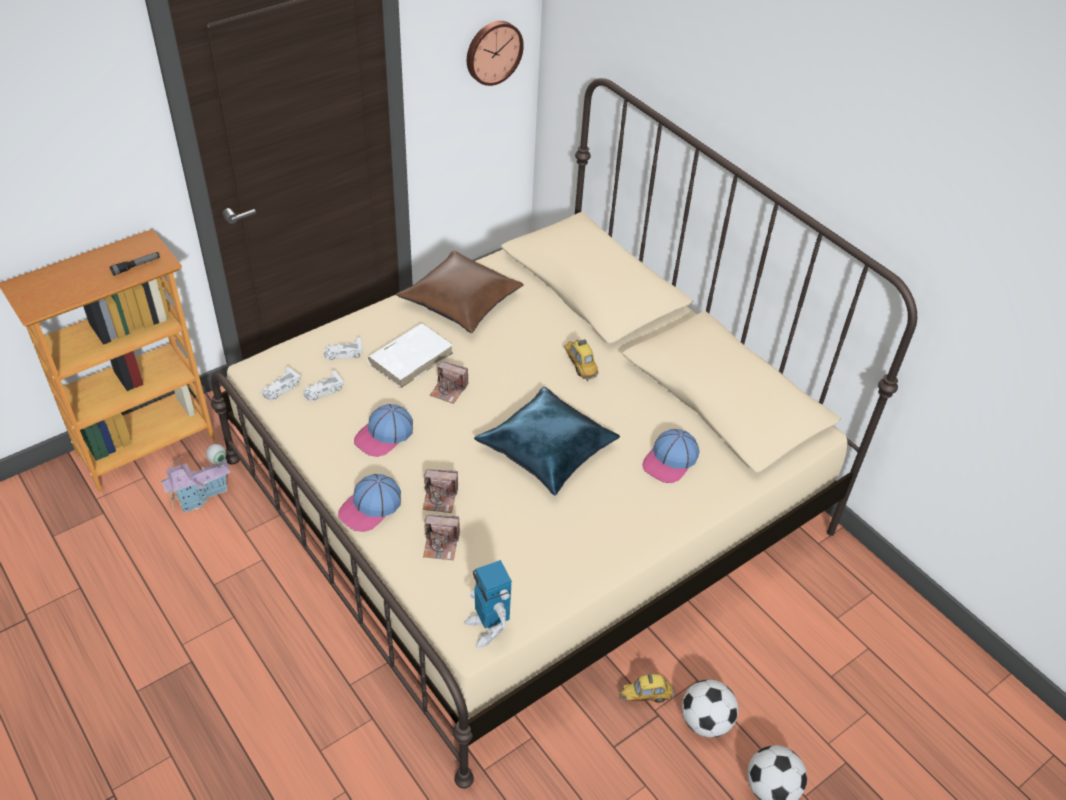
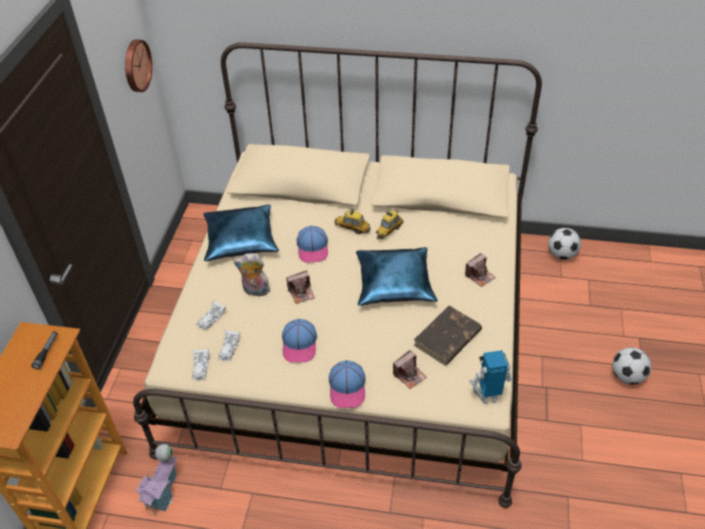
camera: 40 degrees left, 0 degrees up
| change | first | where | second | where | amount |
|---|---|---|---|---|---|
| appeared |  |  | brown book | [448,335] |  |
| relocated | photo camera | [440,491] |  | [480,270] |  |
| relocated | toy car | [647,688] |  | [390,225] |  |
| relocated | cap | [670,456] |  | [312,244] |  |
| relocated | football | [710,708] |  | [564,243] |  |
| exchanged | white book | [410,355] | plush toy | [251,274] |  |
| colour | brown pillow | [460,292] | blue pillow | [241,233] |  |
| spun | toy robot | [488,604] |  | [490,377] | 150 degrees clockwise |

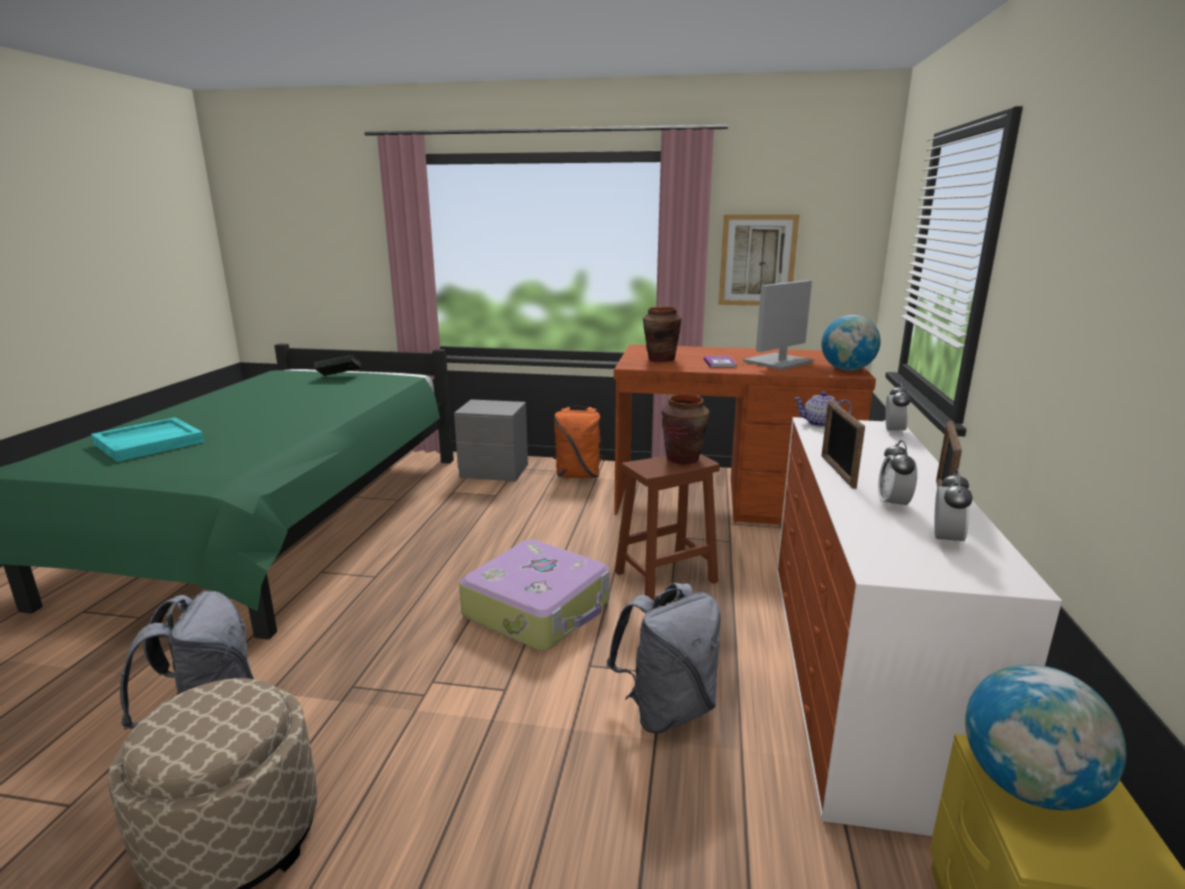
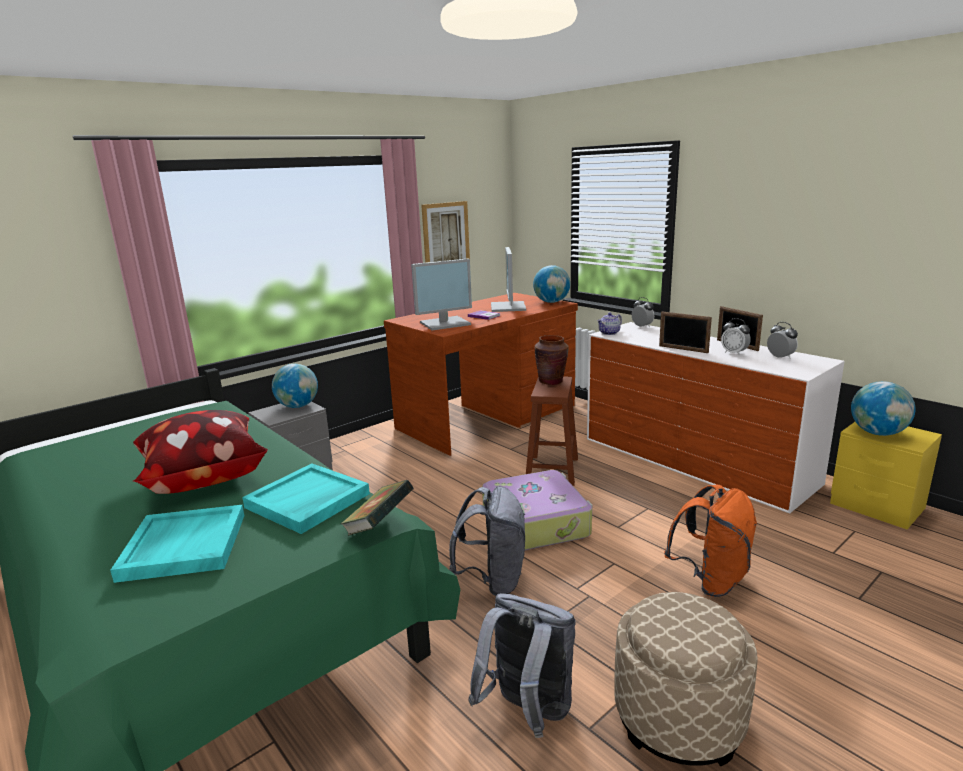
camera: 50 degrees left, 0 degrees up
| change | first | where | second | where | amount |
|---|---|---|---|---|---|
| appeared |  |  | pillow | [200,452] |  |
| appeared |  |  | turquoise tray | [306,498] |  |
| appeared |  |  | globe | [295,386] |  |
| relocated | book | [337,365] |  | [377,507] |  |
| relocated | orange backpack | [578,441] |  | [710,540] |  |
| relocated | grey backpack | [664,658] |  | [487,541] |  |
| exchanged | brown vase | [662,334] | monitor | [441,294] |  |

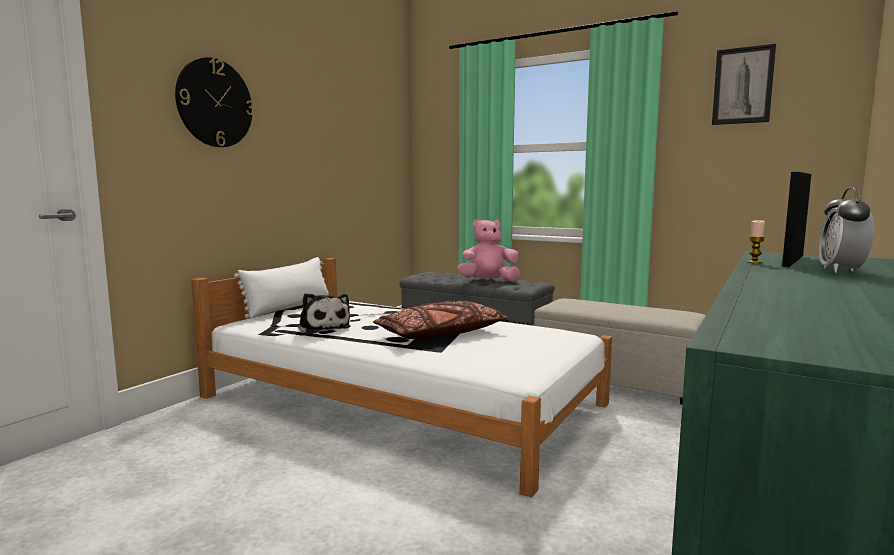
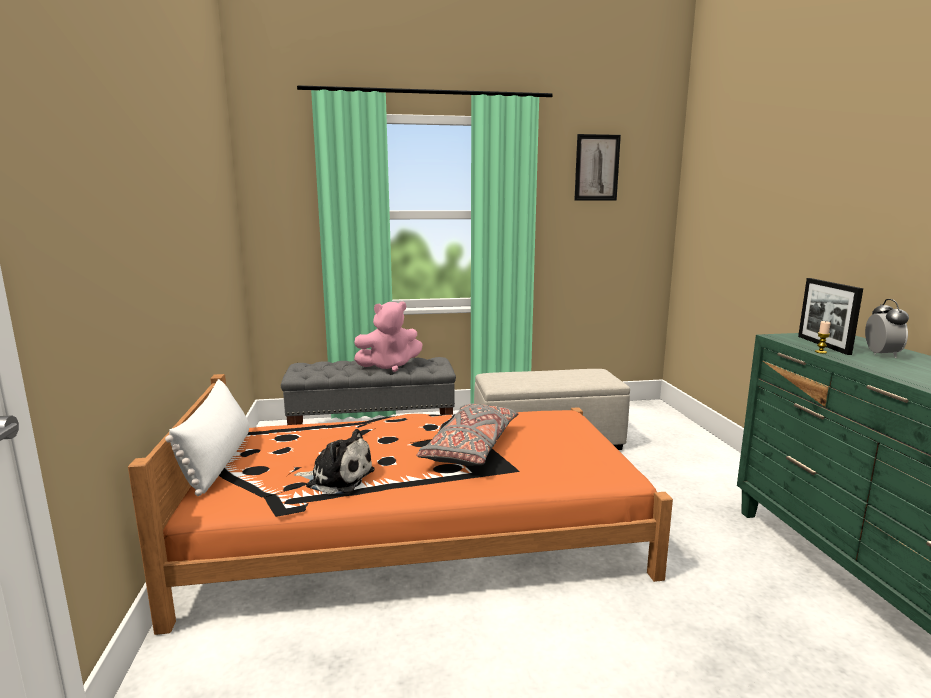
camera: 40 degrees left, 5 degrees up
| change | first | where | second | where | amount |
|---|---|---|---|---|---|
| missing | wall clock | [214,102] |  |  |  |
| colour | white bed | [401,378] | orange bed | [400,504] |  |
| colour | brown pillow | [440,320] | grey pillow | [467,435] |  |
| spun | pink plush toy | [488,250] |  | [388,336] | 150 degrees counterclockwise |
| spun | alarm clock | [846,230] |  | [887,328] | 150 degrees counterclockwise |

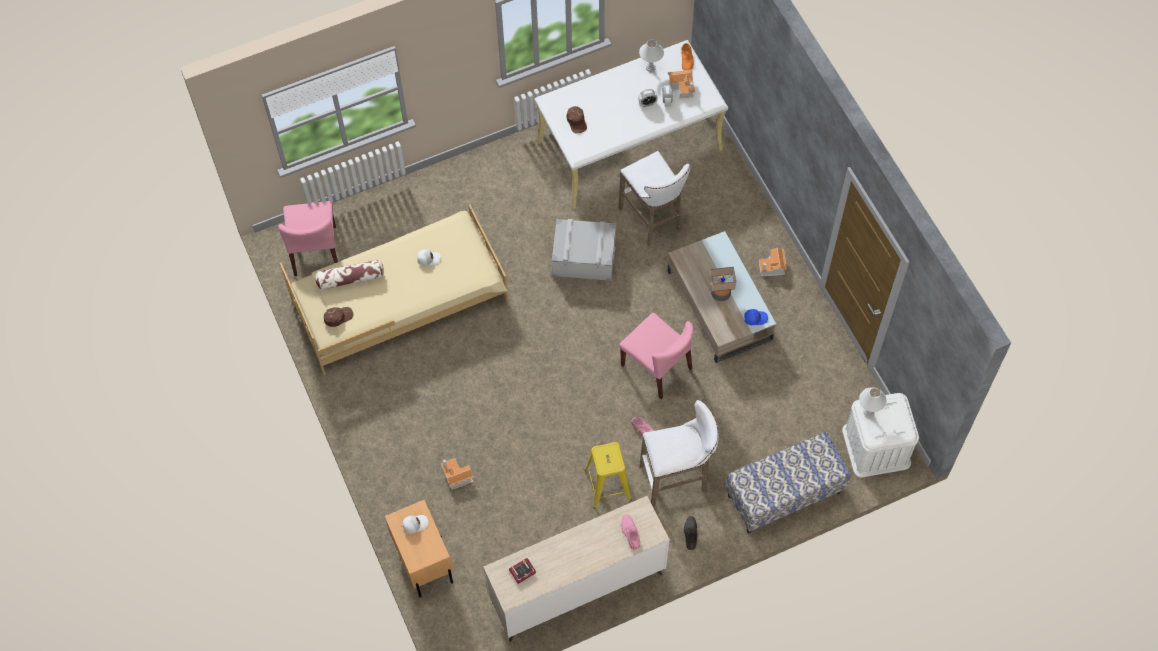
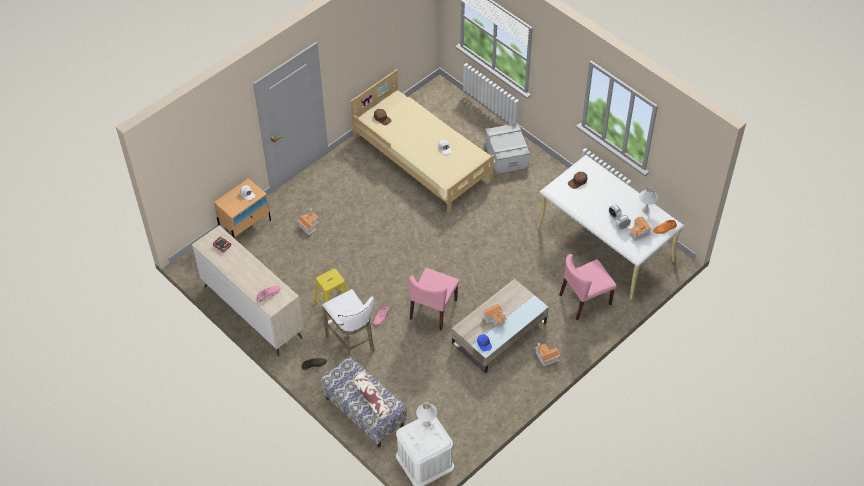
camera: 70 degrees right, 10 degrees down
| change | first | where | second | where | amount |
|---|---|---|---|---|---|
| missing | white stool | [654,198] |  |  |  |
| relocated | pink chair | [308,238] |  | [588,287] |  |
| relocated | pillow | [349,275] |  | [372,396] |  |
| relocated | grey storage box | [584,250] |  | [507,148] |  |
| exchanged | table lamp | [723,284] | toy house | [494,315] |  |

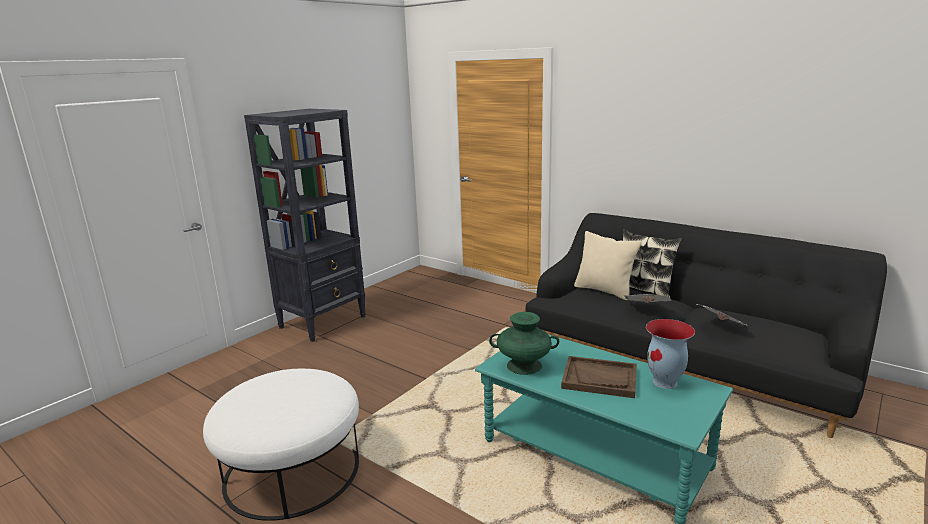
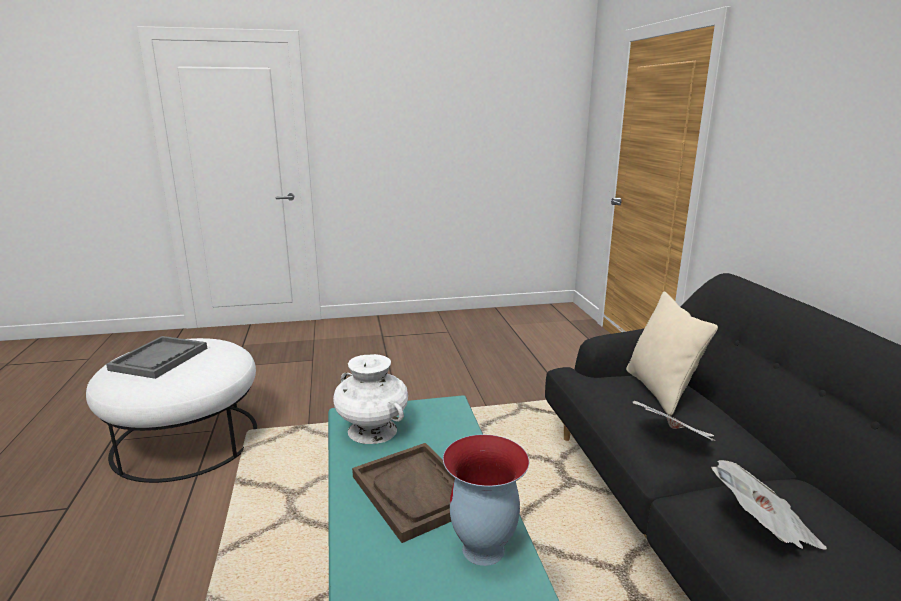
camera: 40 degrees right, 0 degrees up
| change | first | where | second | where | amount |
|---|---|---|---|---|---|
| missing | black bookcase | [305,225] |  |  |  |
| missing | pillow | [652,263] |  |  |  |
| appeared |  |  | grey tray | [156,357] |  |
| colour | green vase | [524,343] | white vase | [370,399] |  |

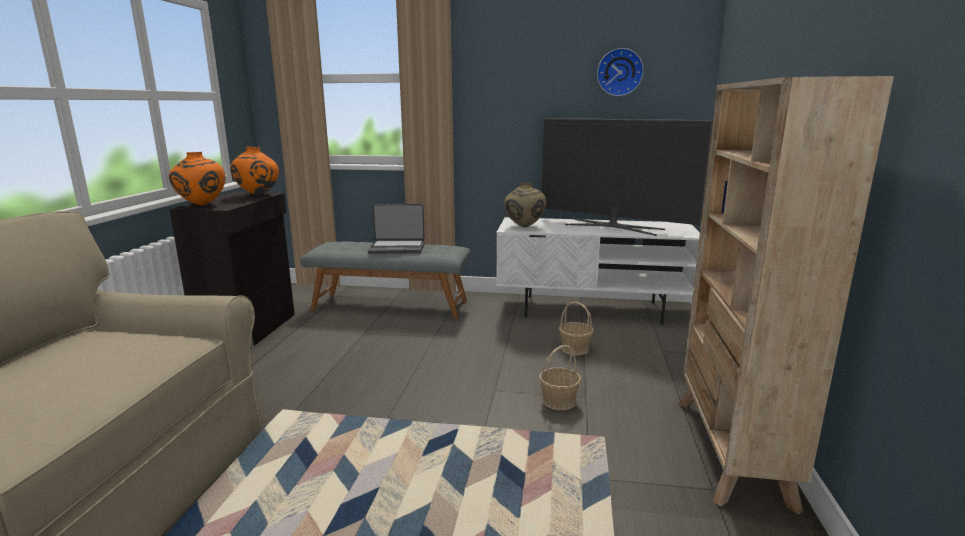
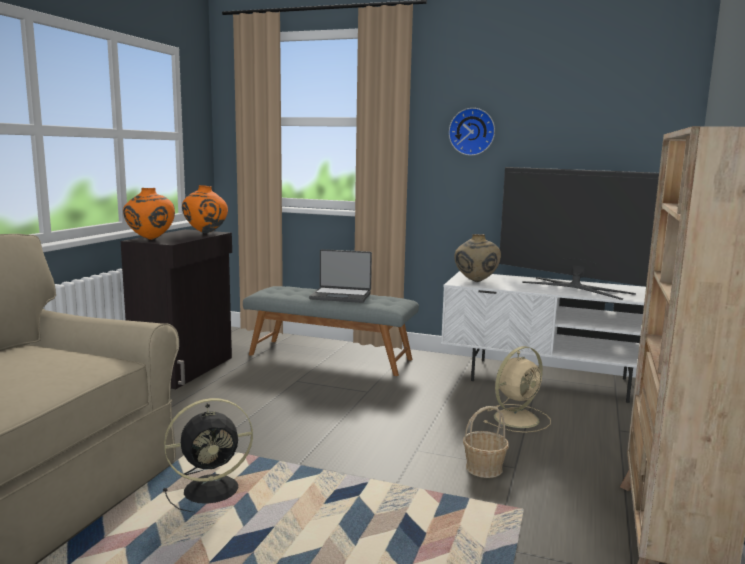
camera: 10 degrees right, 5 degrees down
| change | first | where | second | where | amount |
|---|---|---|---|---|---|
| appeared |  |  | black fan | [208,455] |  |
| relocated | wall clock | [620,72] |  | [472,132] |  |
| exchanged | basket | [576,328] | beige fan | [517,389] |  |

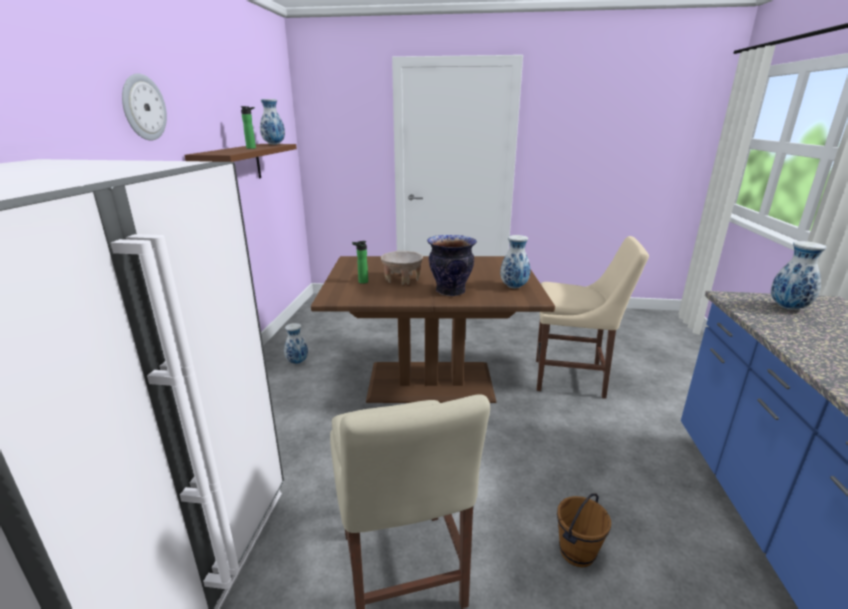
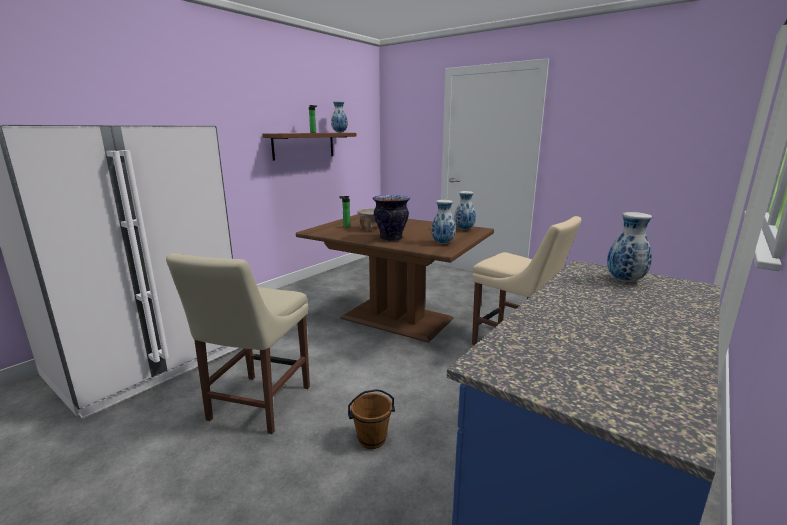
camera: 30 degrees right, 5 degrees down
| change | first | where | second | where | amount |
|---|---|---|---|---|---|
| missing | wall clock | [144,107] |  |  |  |
| relocated | vase | [296,343] |  | [465,210] |  |

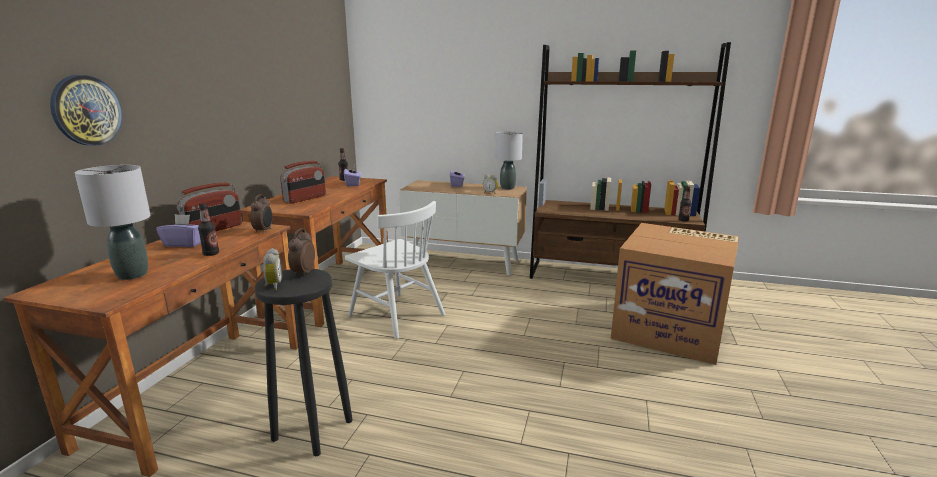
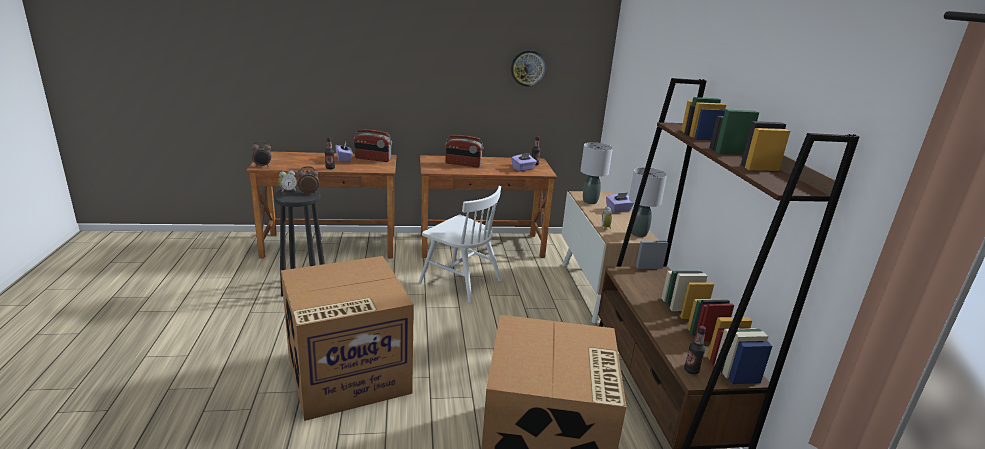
camera: 65 degrees right, 5 degrees up
| change | first | where | second | where | amount |
|---|---|---|---|---|---|
| appeared |  |  | cardboard box | [347,338] |  |
| relocated | wall clock | [86,110] |  | [528,68] |  |
| relocated | grey table lamp | [113,222] |  | [597,173] |  |
| relocated | alarm clock | [261,214] |  | [261,154] |  |
| spun | white chair | [395,270] |  | [460,244] | 75 degrees counterclockwise |

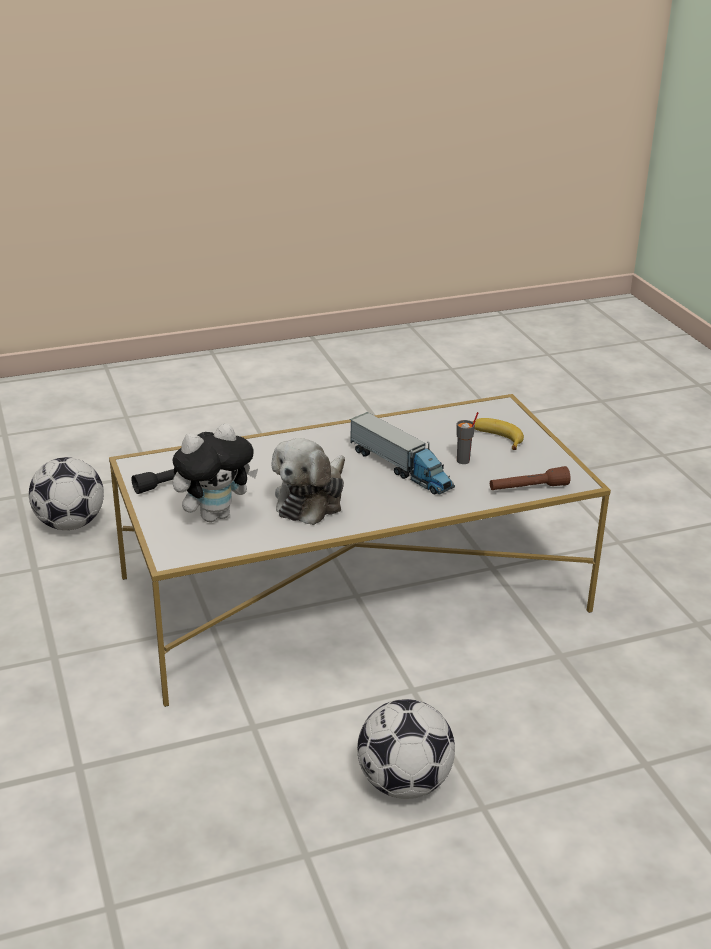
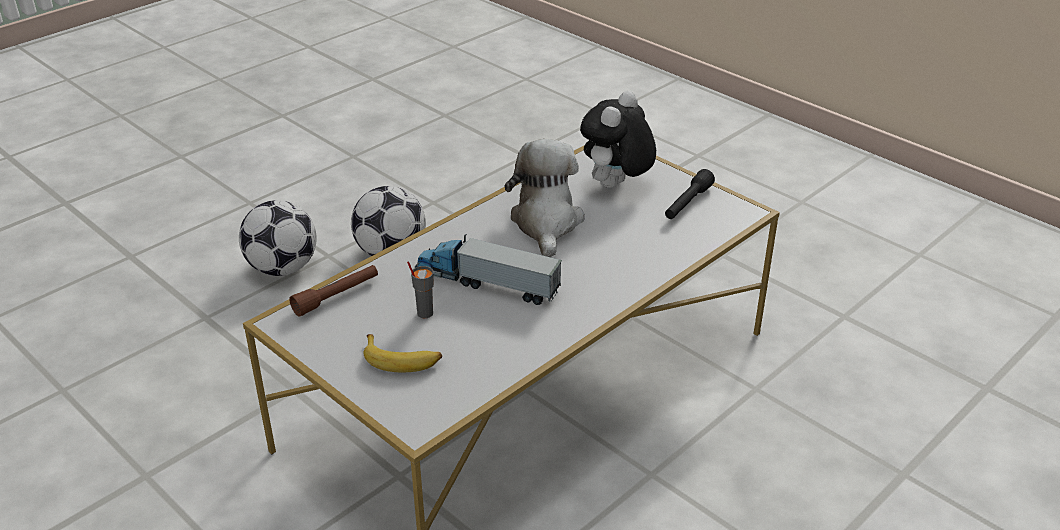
camera: 155 degrees right, 5 degrees up
| change | first | where | second | where | amount |
|---|---|---|---|---|---|
| relocated | football | [66,493] |  | [278,238] |  |

